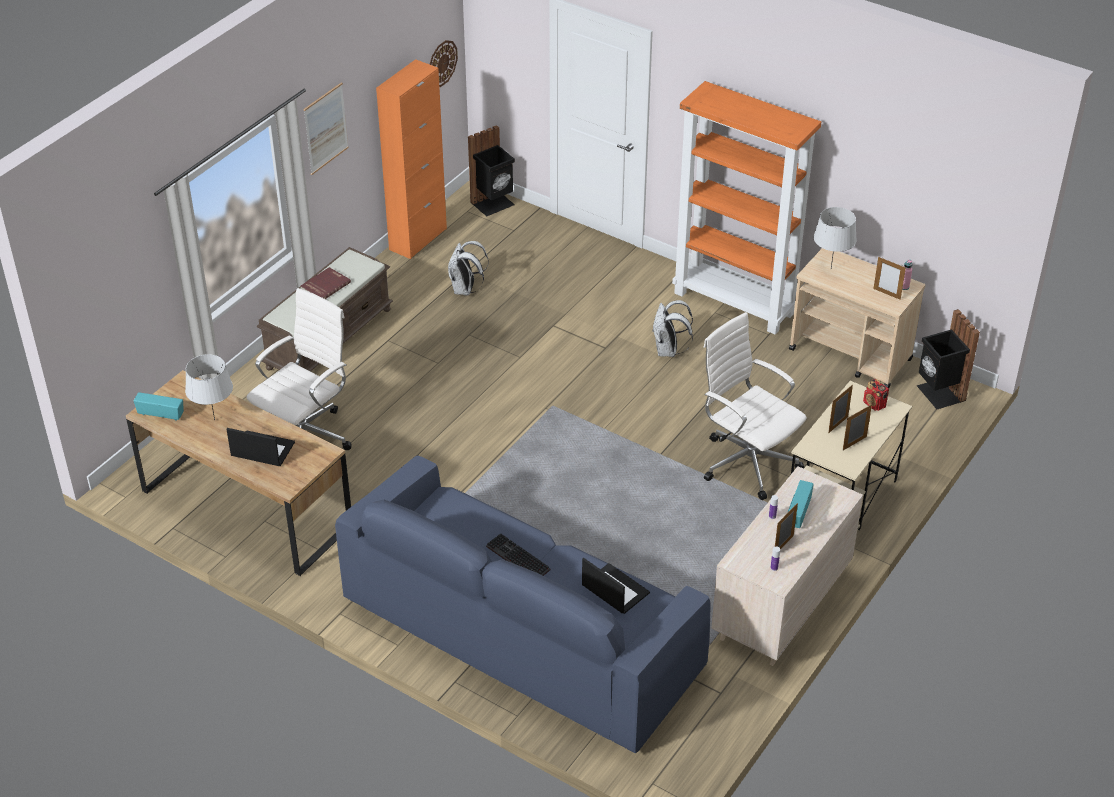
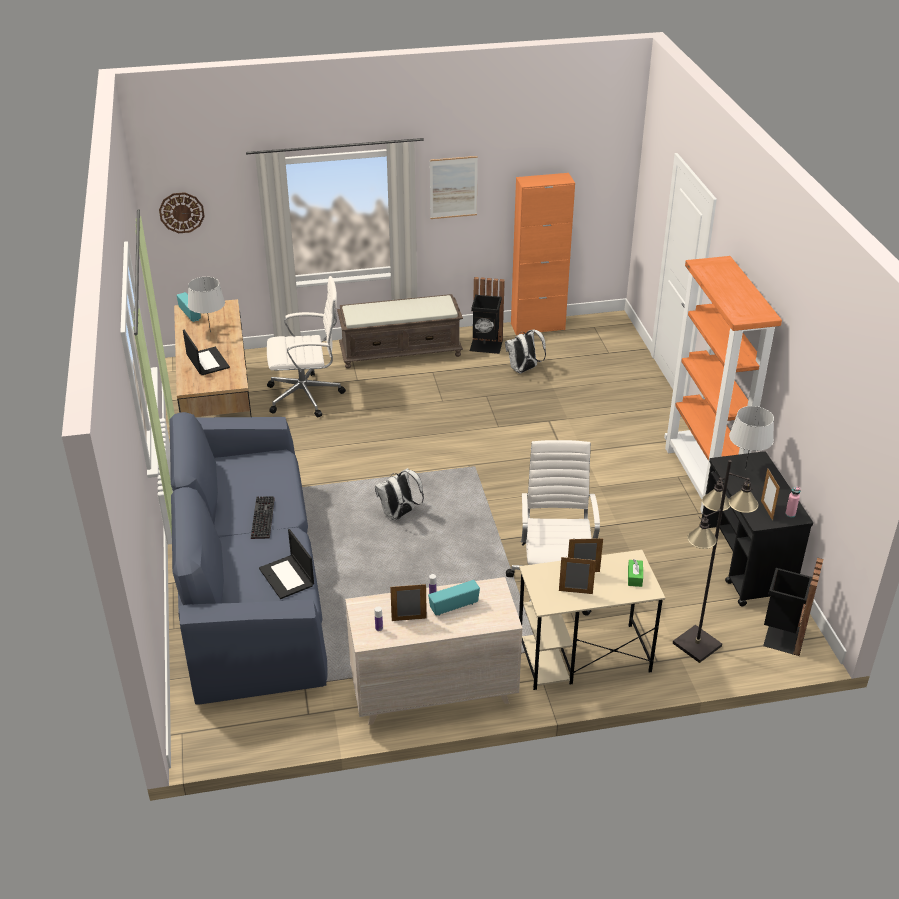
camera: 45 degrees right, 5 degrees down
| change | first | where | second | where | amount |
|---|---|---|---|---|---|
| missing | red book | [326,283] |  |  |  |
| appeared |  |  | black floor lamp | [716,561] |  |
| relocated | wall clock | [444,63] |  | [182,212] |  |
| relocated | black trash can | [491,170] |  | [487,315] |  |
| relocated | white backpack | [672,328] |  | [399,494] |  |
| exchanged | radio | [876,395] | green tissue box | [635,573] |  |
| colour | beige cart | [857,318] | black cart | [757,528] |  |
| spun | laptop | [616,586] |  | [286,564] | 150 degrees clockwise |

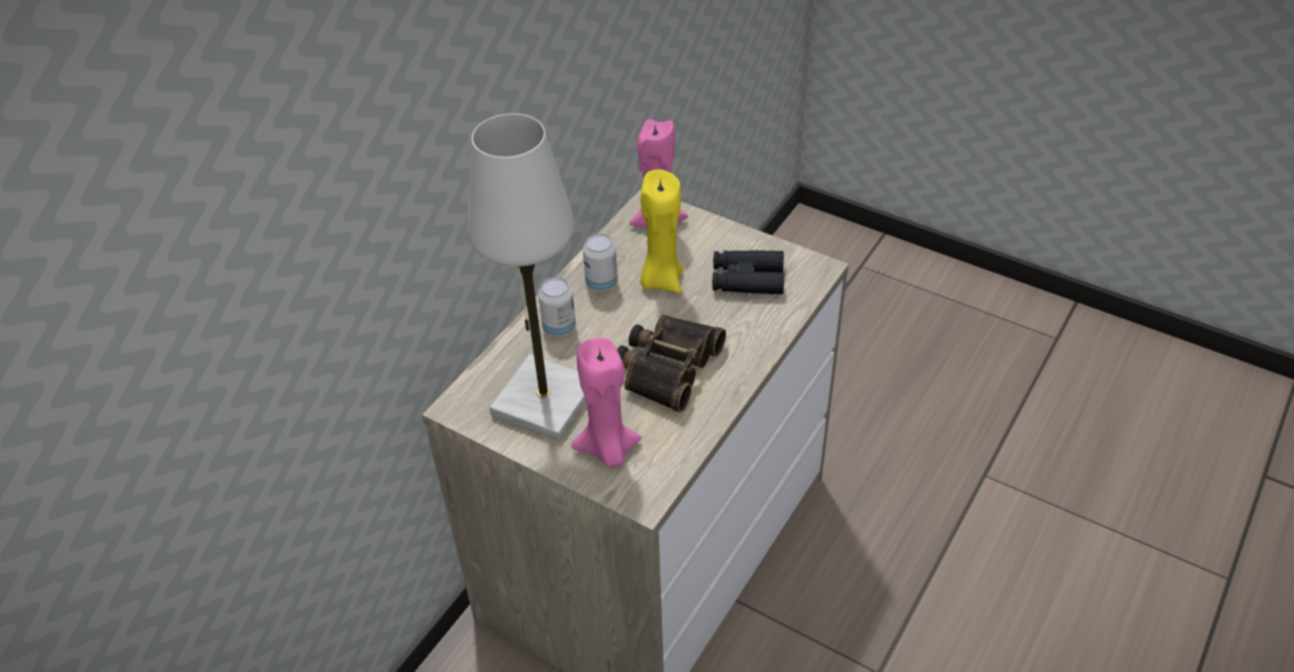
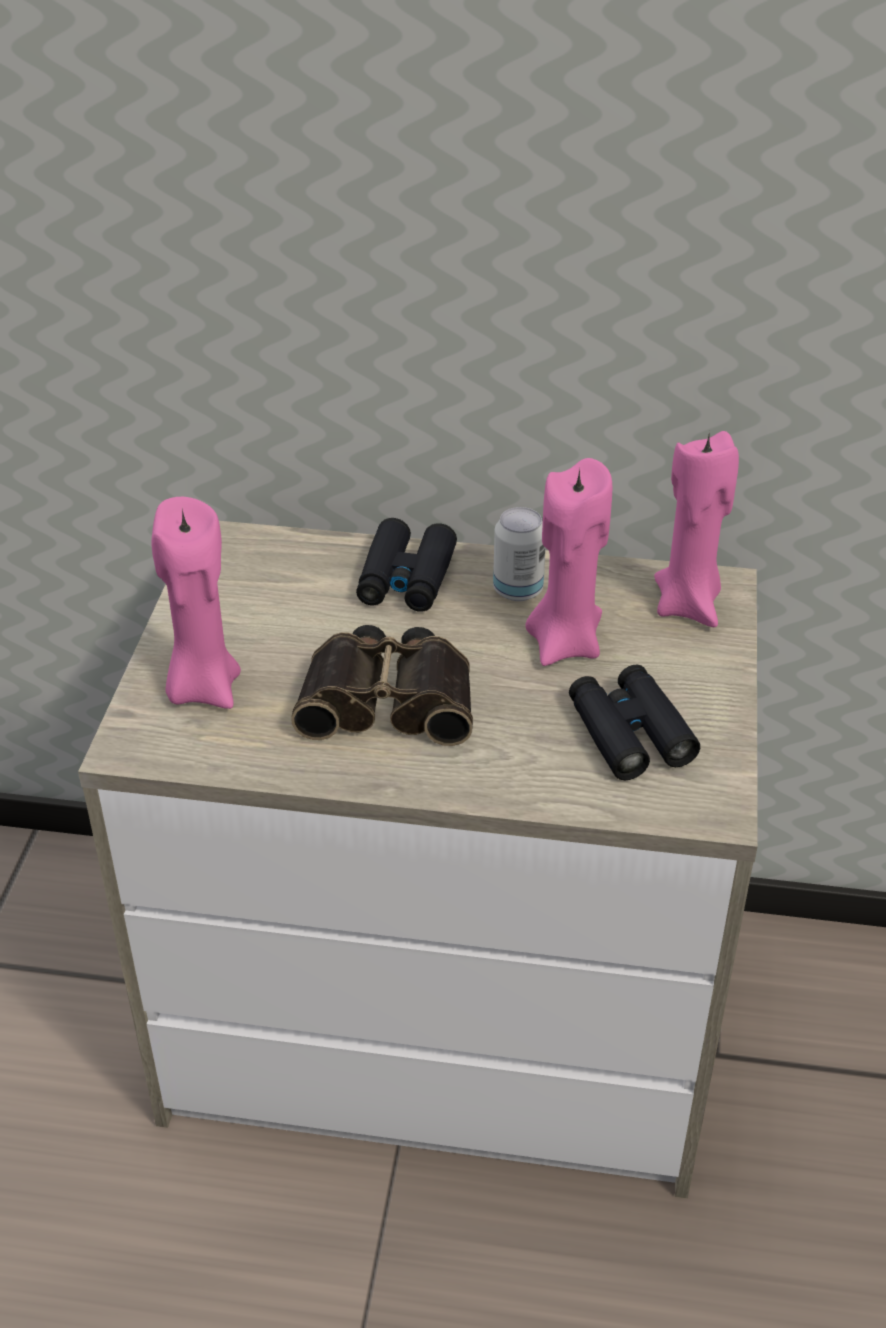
camera: 65 degrees right, 5 degrees down
| change | first | where | second | where | amount |
|---|---|---|---|---|---|
| missing | white table lamp | [526,277] |  |  |  |
| exchanged | can | [557,307] | black binoculars | [406,565] |  |
| colour | yellow candle | [661,231] | pink candle | [568,562] |  |

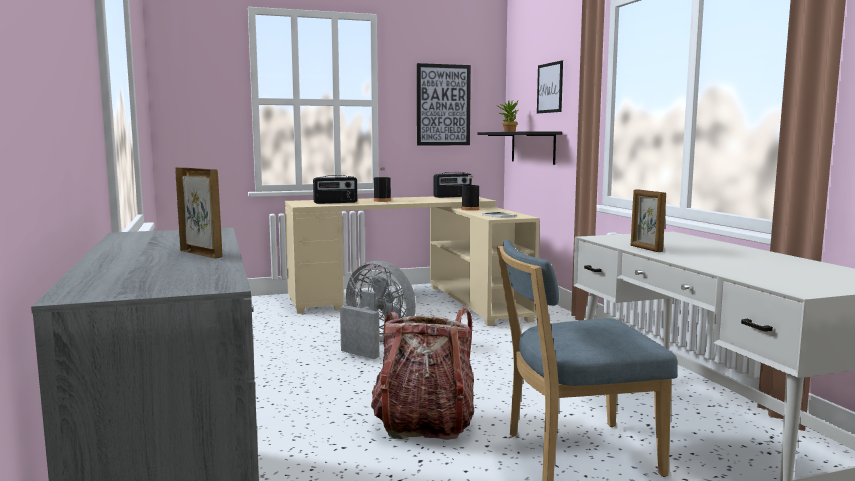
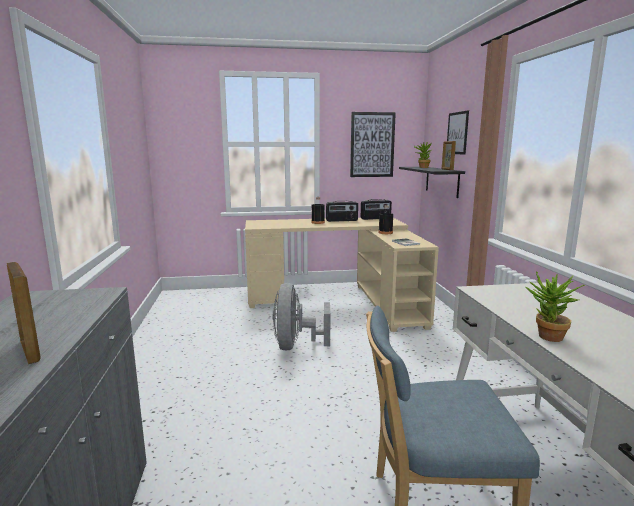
camera: 10 degrees right, 5 degrees up
| change | first | where | second | where | amount |
|---|---|---|---|---|---|
| missing | backpack | [422,374] |  |  |  |
| appeared |  |  | potted plant | [555,306] |  |
| relocated | radio | [335,189] |  | [342,211] |  |
| relocated | picture frame | [648,220] |  | [449,155] |  |
| spun | grey fan | [378,310] |  | [301,317] | 135 degrees counterclockwise |

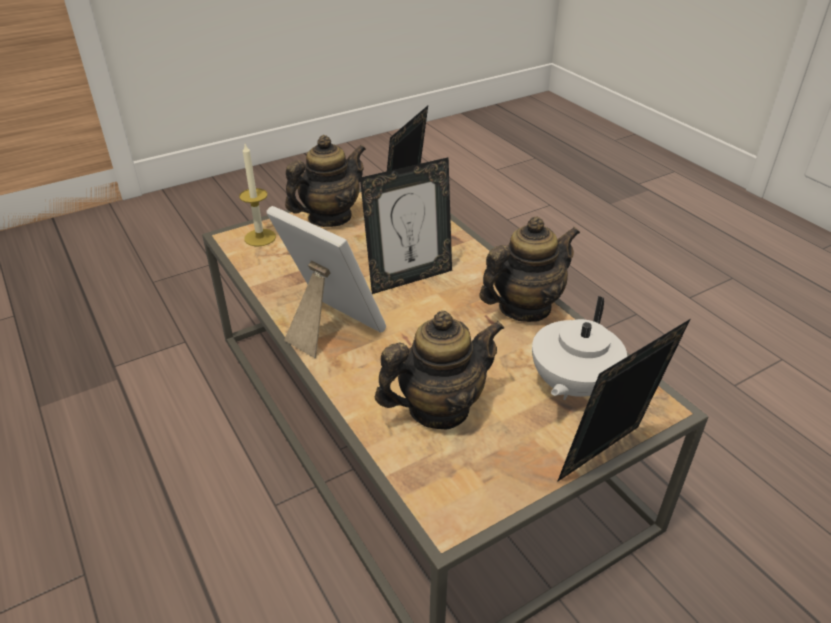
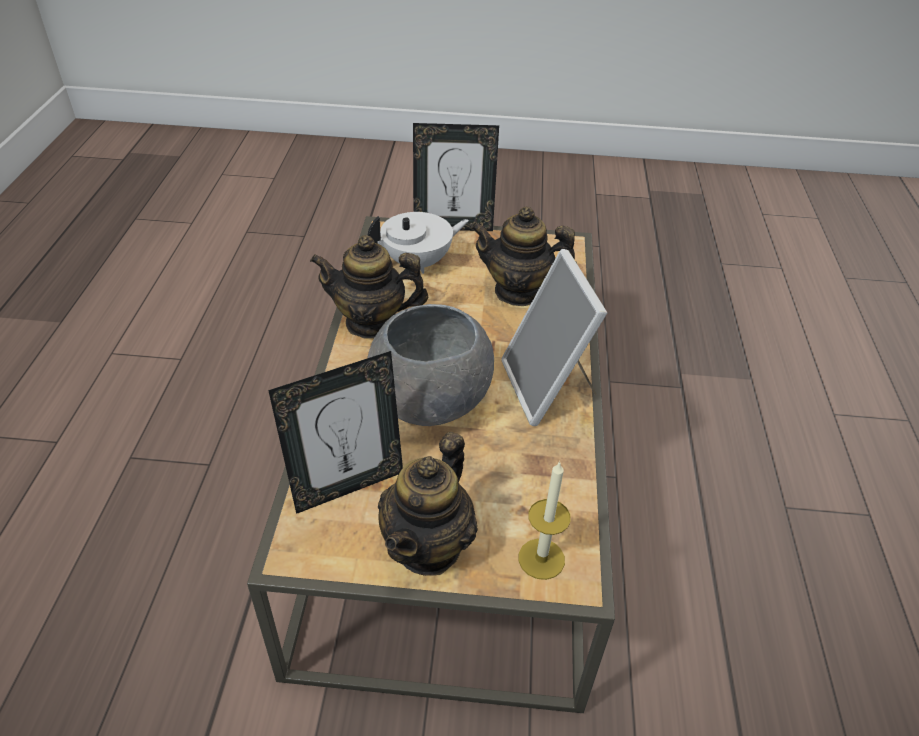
camera: 145 degrees left, 5 degrees up
| change | first | where | second | where | amount |
|---|---|---|---|---|---|
| exchanged | picture frame | [406,225] | grey bowl | [431,365] |  |
| spun | teapot | [325,181] |  | [428,504] | 60 degrees counterclockwise |

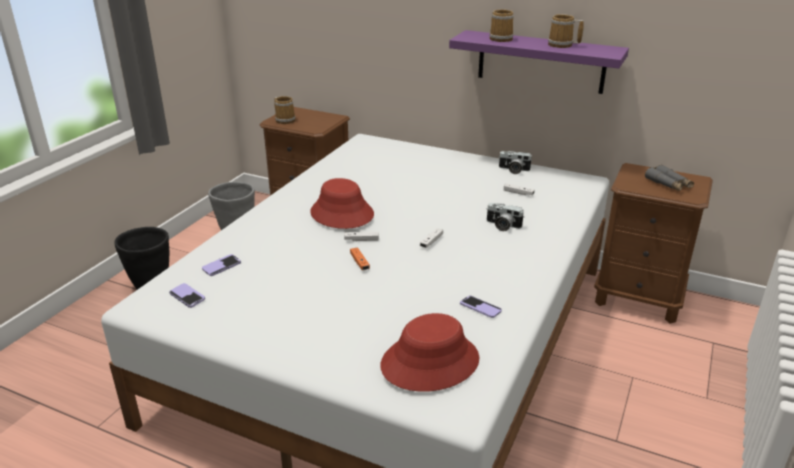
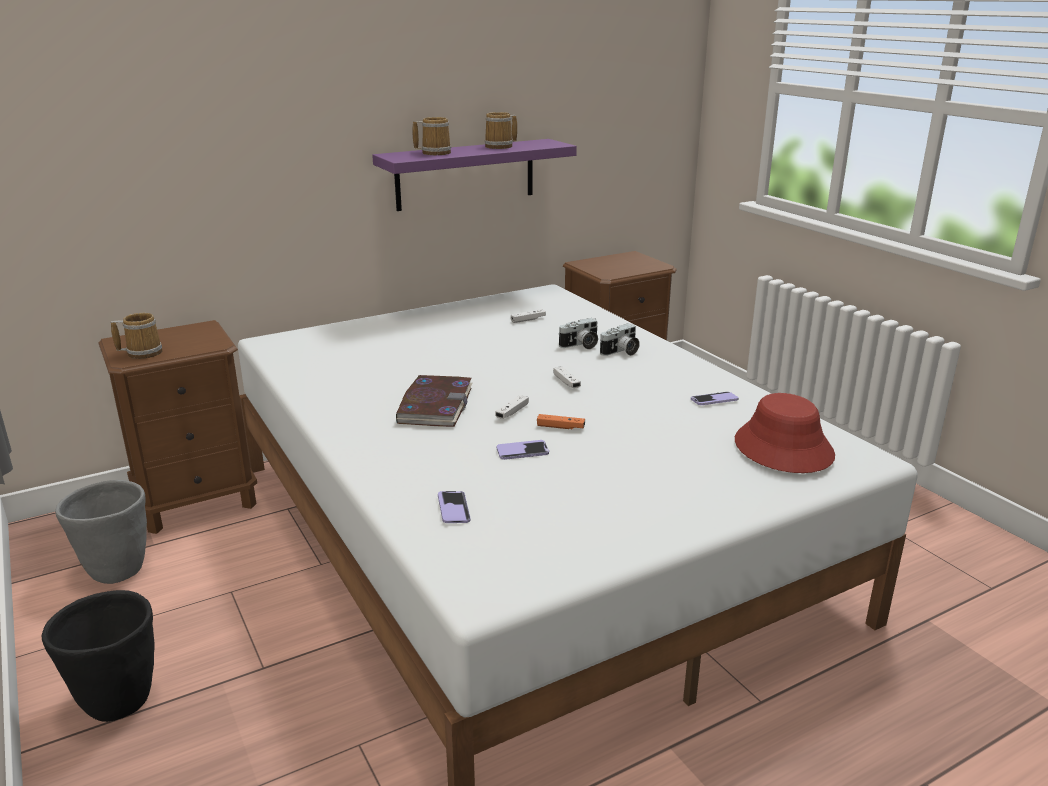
camera: 55 degrees left, 5 degrees down
| change | first | where | second | where | amount |
|---|---|---|---|---|---|
| missing | grey binoculars | [669,177] |  |  |  |
| relocated | phone | [187,295] |  | [523,450] |  |
| relocated | photo camera | [515,162] |  | [620,339] |  |
| exchanged | red hat | [342,203] | book | [434,401] |  |

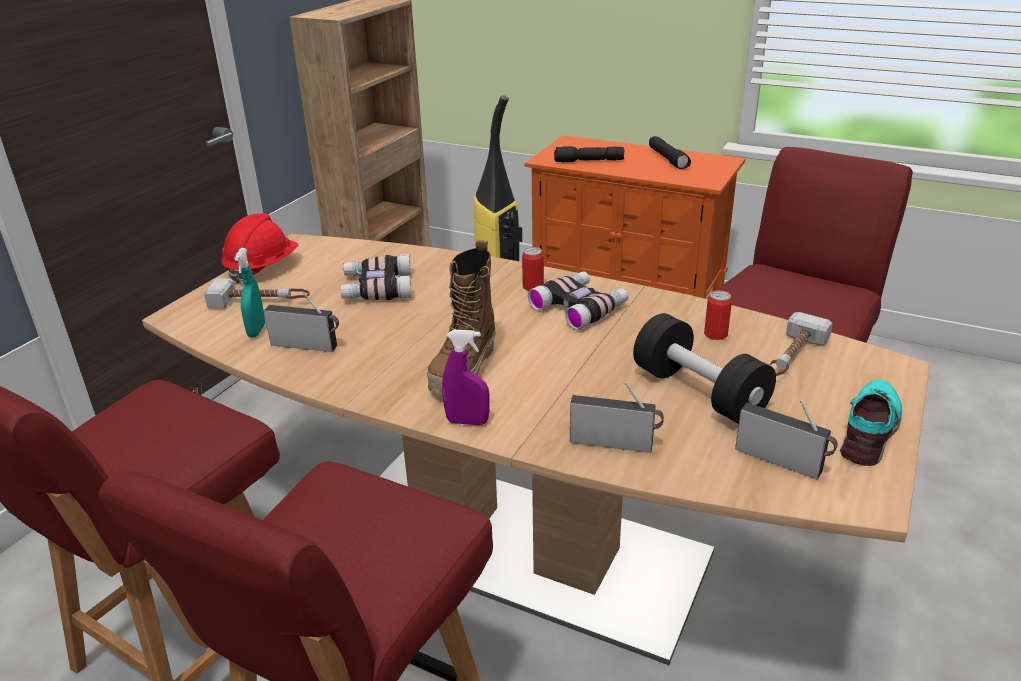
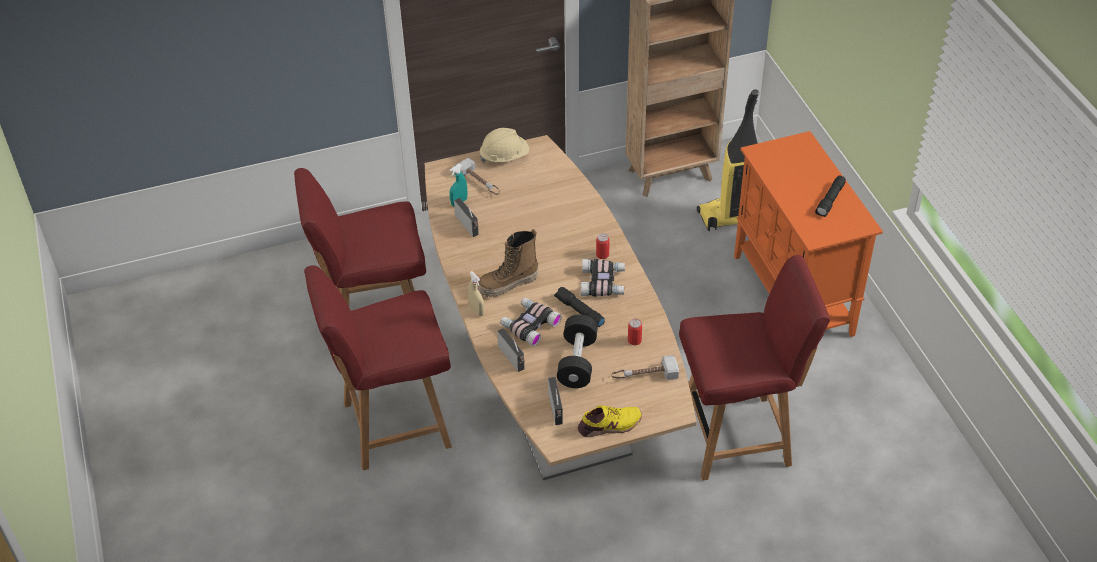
camera: 45 degrees right, 15 degrees up
| change | first | where | second | where | amount |
|---|---|---|---|---|---|
| relocated | binoculars | [376,277] |  | [531,322] |  |
| relocated | black flashlight | [589,154] |  | [579,307] |  |
| colour | red hard hat | [260,248] | beige hard hat | [504,145] |  |
| colour | purple spray bottle | [466,377] | beige spray bottle | [476,293] |  |
| colour | turquoise shoe | [871,423] | yellow shoe | [610,421] |  |

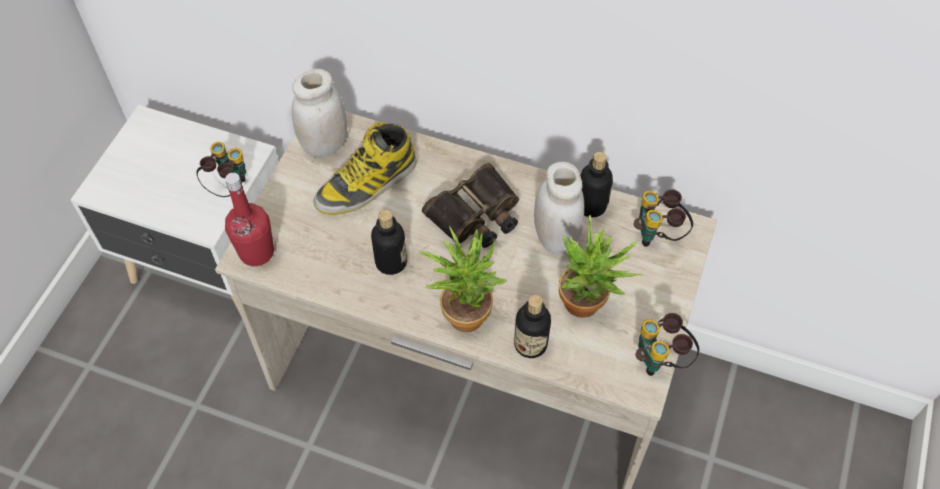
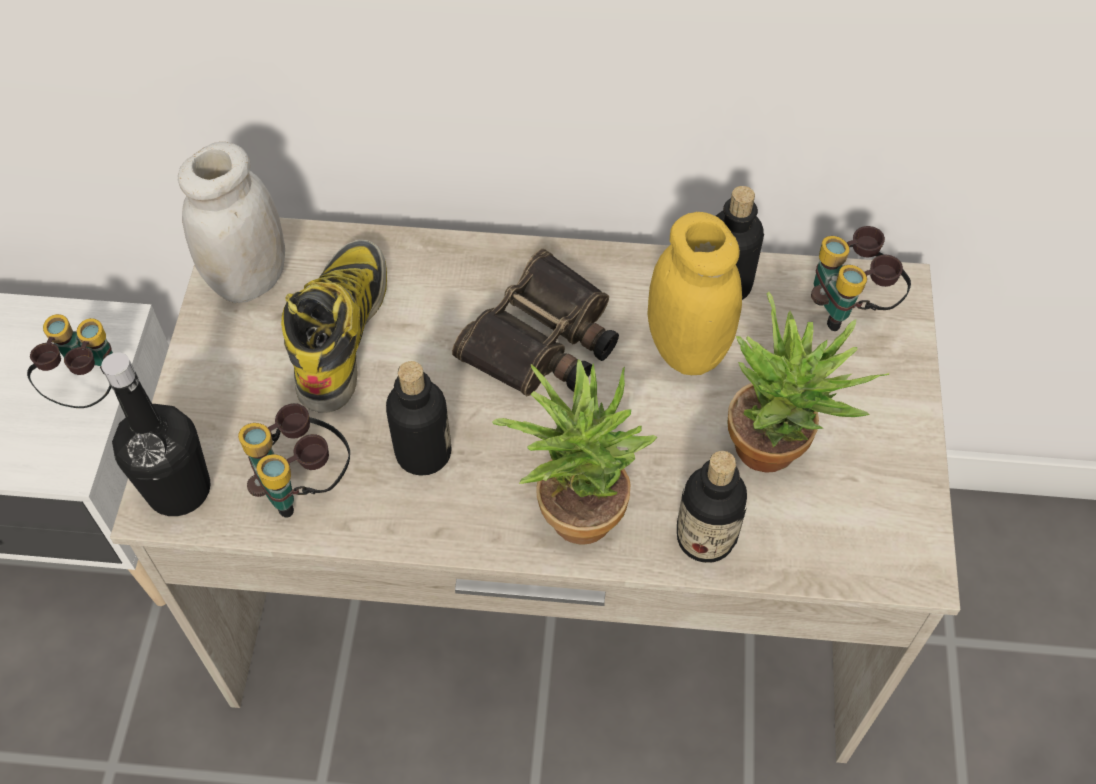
camera: 15 degrees left, 0 degrees up
| change | first | where | second | where | amount |
|---|---|---|---|---|---|
| relocated | binoculars | [667,344] |  | [294,460] |  |
| colour | red bottle | [249,219] | black bottle | [155,434] |  |
| colour | white jar | [559,208] | yellow jar | [694,293] |  |
| spun | boot | [365,168] |  | [334,326] | 150 degrees clockwise |

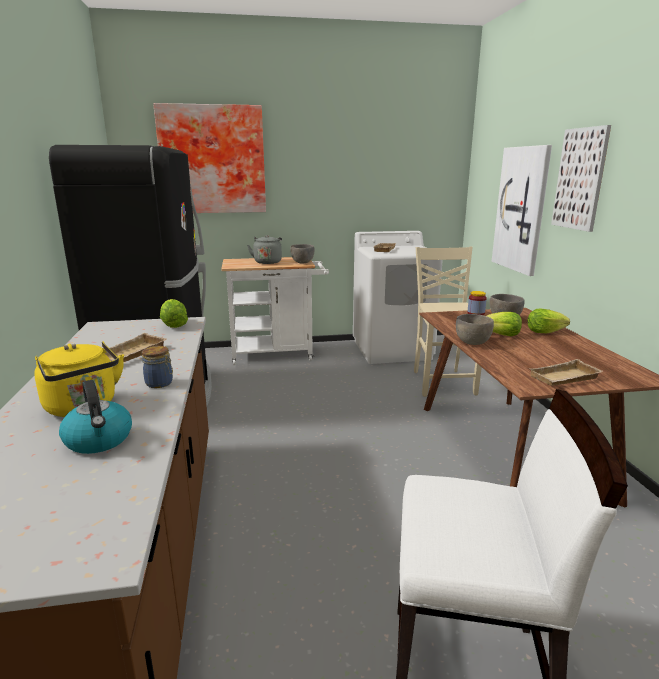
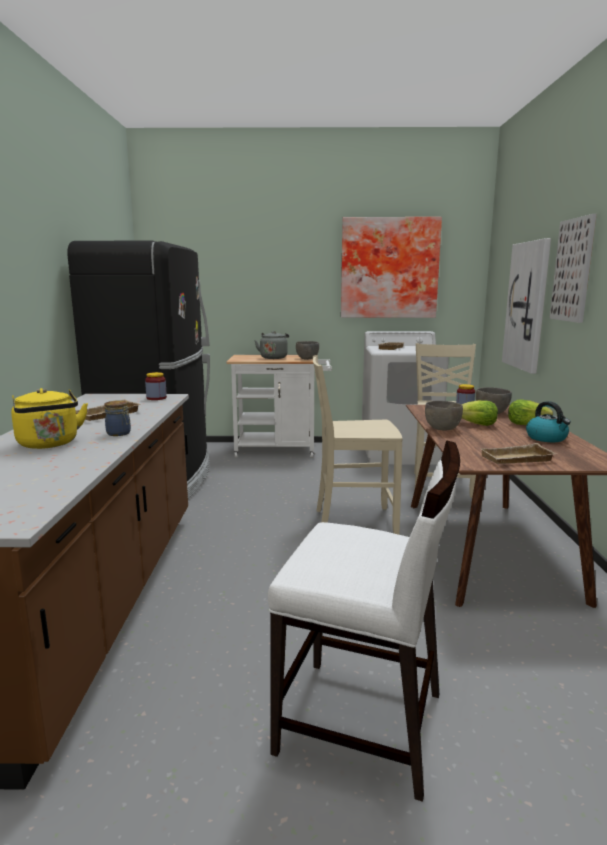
camera: 10 degrees right, 5 degrees down
| change | first | where | second | where | amount |
|---|---|---|---|---|---|
| appeared |  |  | beige chair | [358,445] |  |
| relocated | kettle | [95,417] |  | [548,421] |  |
| relocated | picture | [209,158] |  | [391,267] |  |
| exchanged | lettuce | [174,313] | jar | [156,386] |  |

